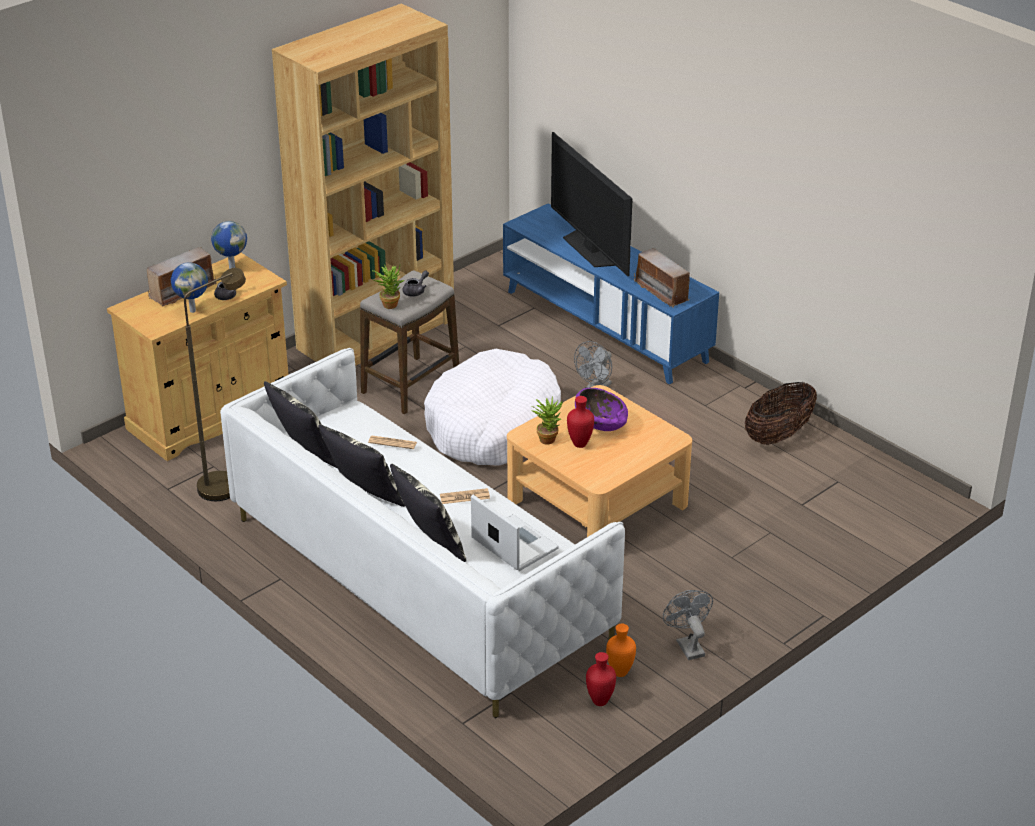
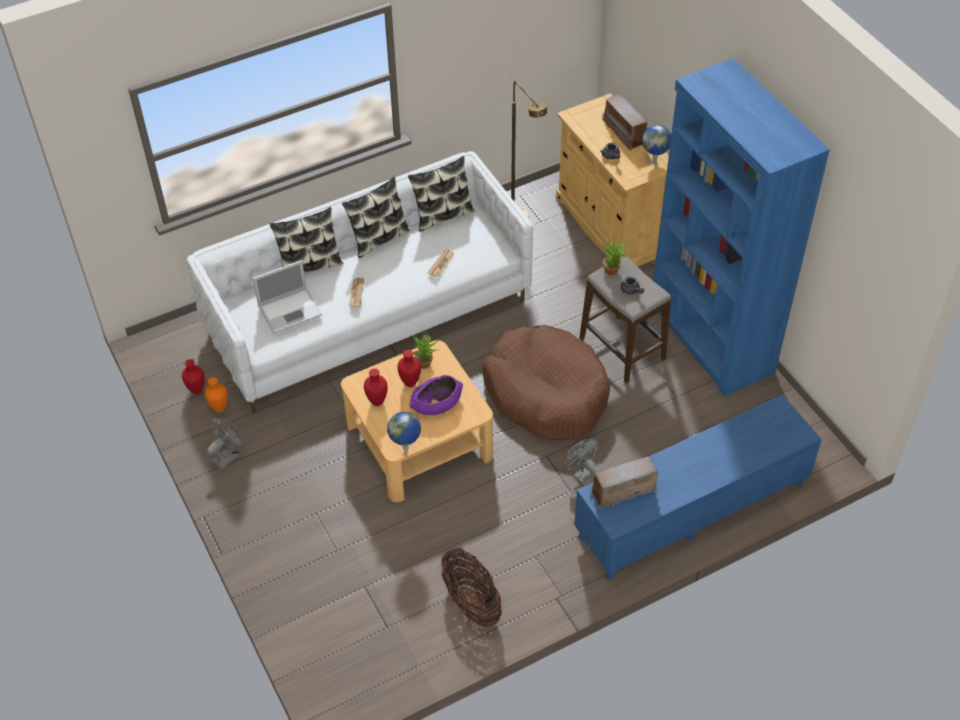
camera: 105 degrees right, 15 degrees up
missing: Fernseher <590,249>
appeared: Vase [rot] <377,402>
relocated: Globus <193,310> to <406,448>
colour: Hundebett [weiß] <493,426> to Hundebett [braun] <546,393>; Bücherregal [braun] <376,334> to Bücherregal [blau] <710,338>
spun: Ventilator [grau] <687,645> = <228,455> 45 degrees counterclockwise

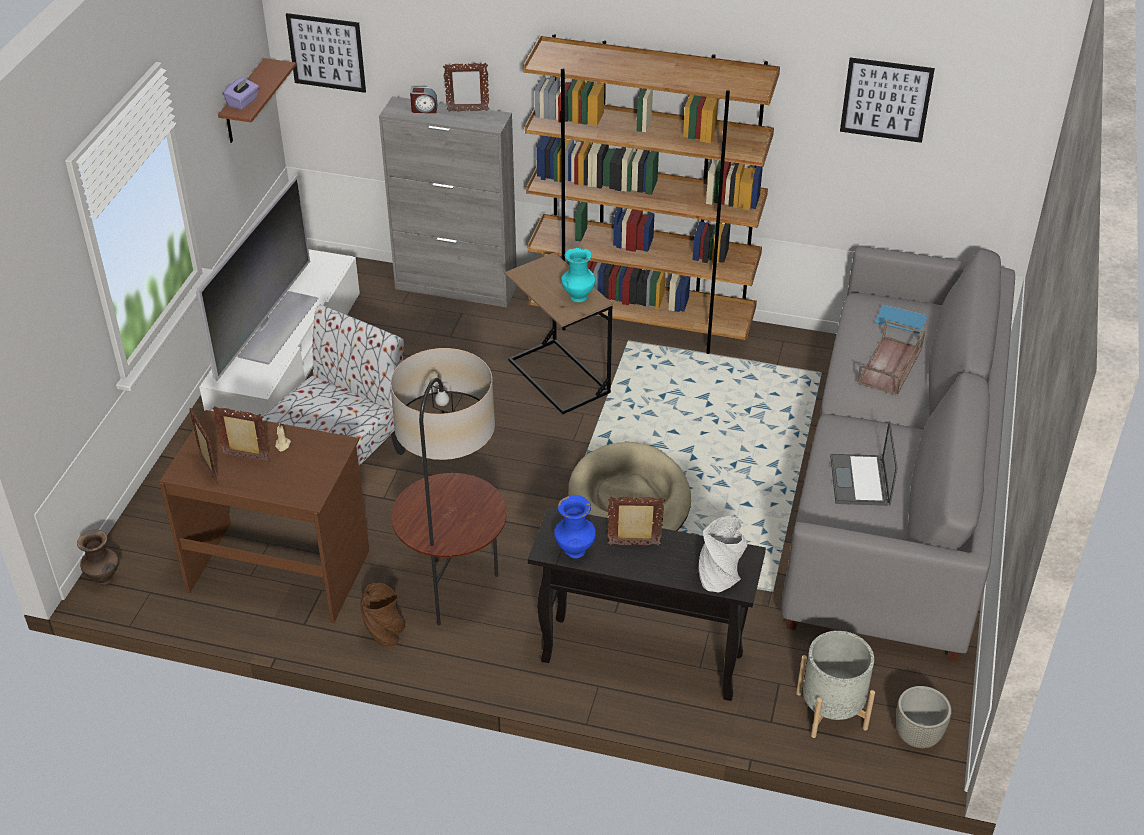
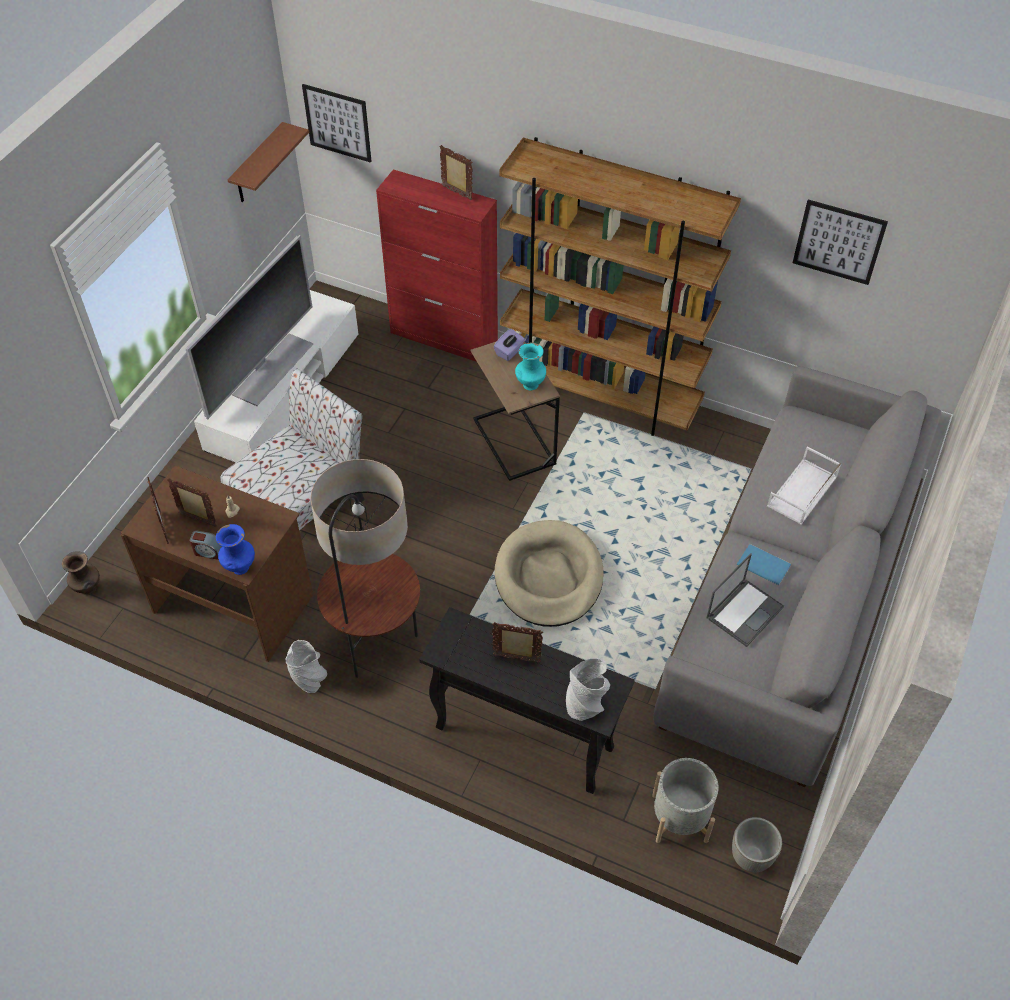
camera: 10 degrees right, 10 degrees up
relocated: Wecker <424,109> to <208,551>; Vase [blau] <575,551> to <240,568>; Taschentuchbox [lila] <243,102> to <509,352>; Buch [blau] <899,319> to <763,564>
colour: Vase [braun] <385,634> to Vase [grau] <309,680>; Schrank [grau] <456,287> to Schrank [rot] <444,338>; Tablett [braun] <890,366> to Tablett [weiß] <802,492>
spun: Bilderrahmen <467,111> = <457,193> 150 degrees counterclockwise; Laptop <860,481> = <745,611> 150 degrees counterclockwise

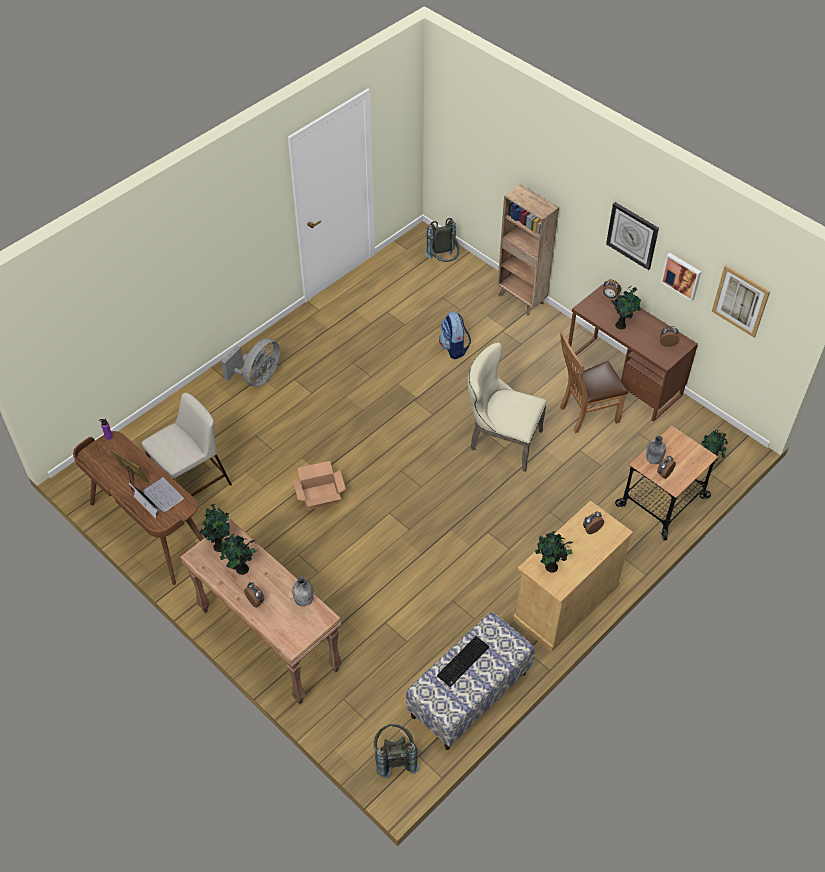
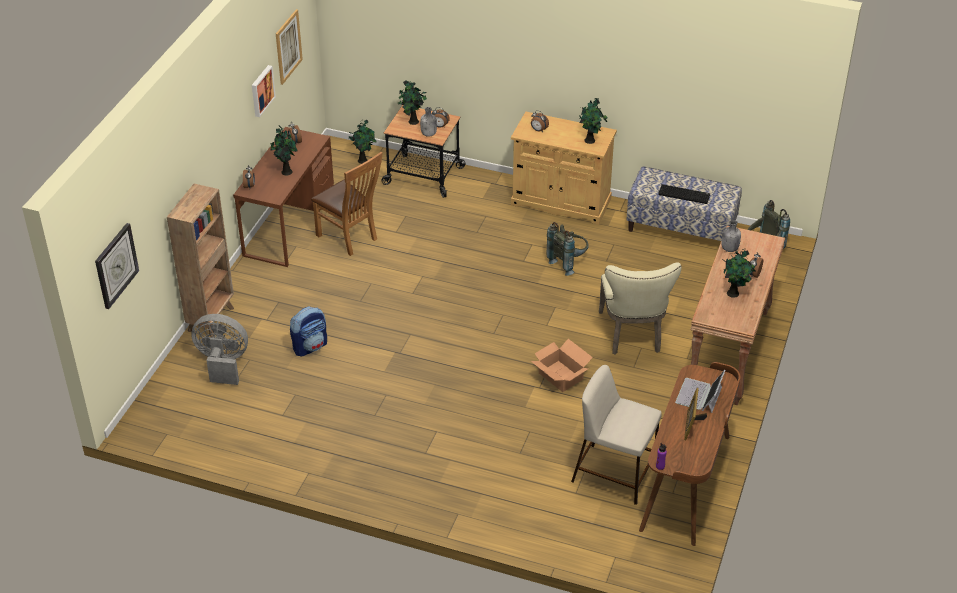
camera: 115 degrees left, 10 degrees down
relocated: Wanduhr <632,235> to <116,265>; Ventilator [grau] <257,377> to <223,363>; Topfpflanze <219,545> to <413,122>; Rucksack [grau] <443,261> to <568,262>; Stuhl [beige] <501,440> to <632,335>

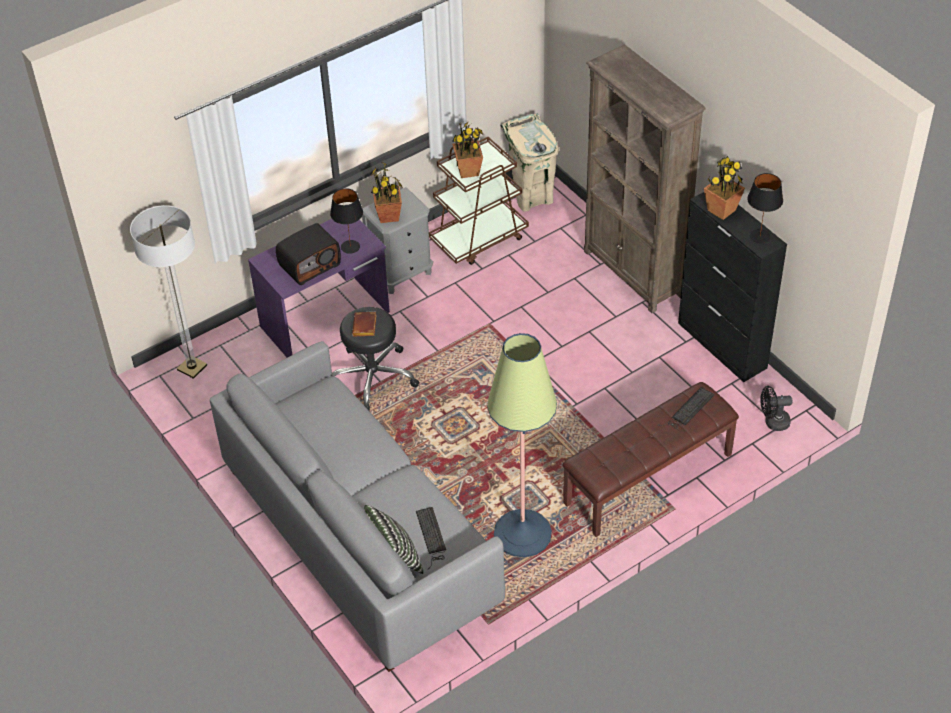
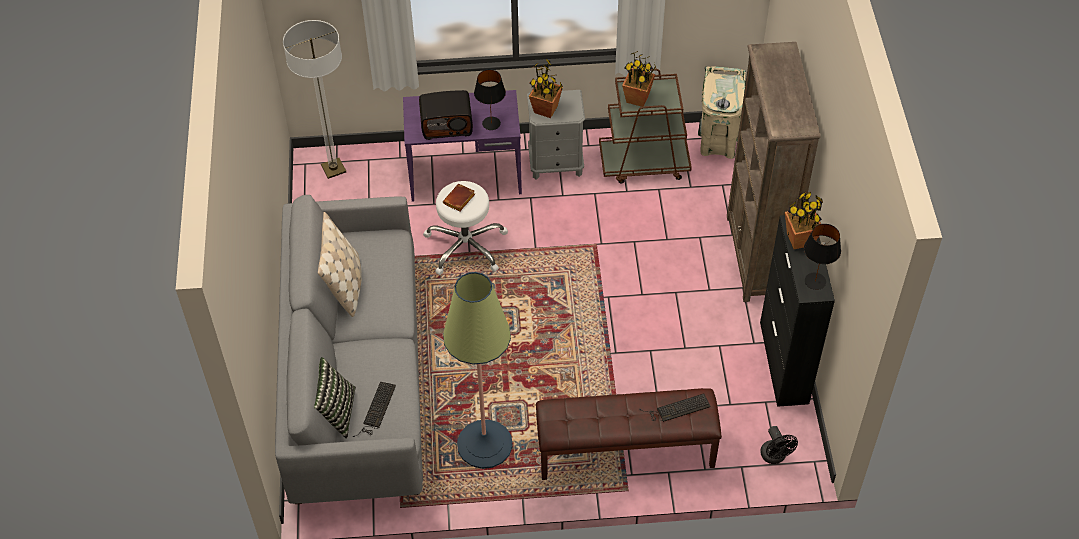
camera: 30 degrees right, 5 degrees up
appeared: Kissen [beige] <345,286>
colour: Hocker [schwarz] <372,377> to Hocker [weiß] <466,245>
spun: Ventilator [schwarz] <773,422> = <775,457> 135 degrees counterclockwise

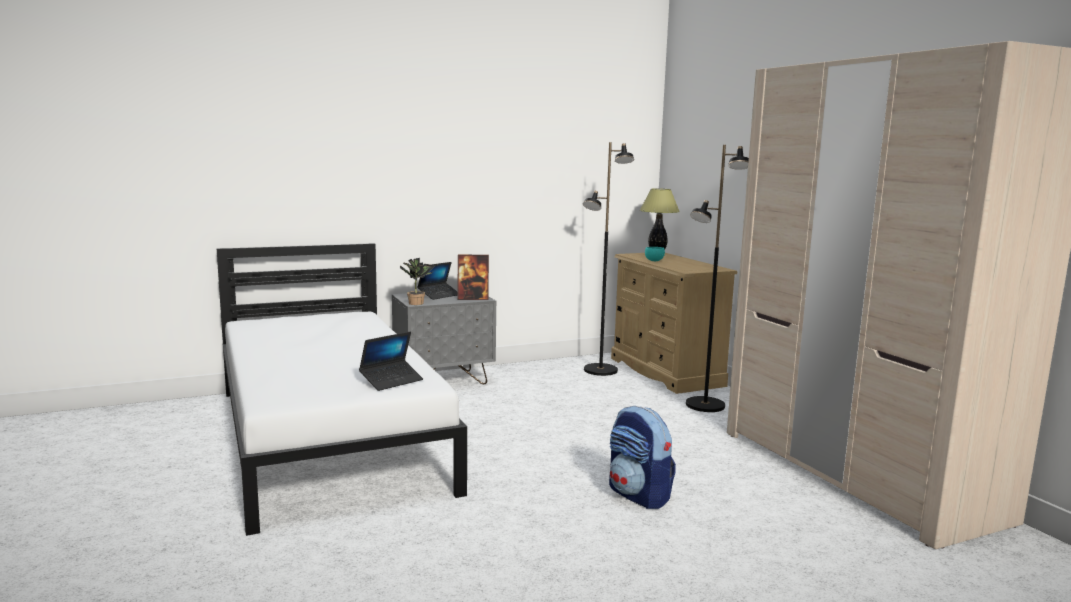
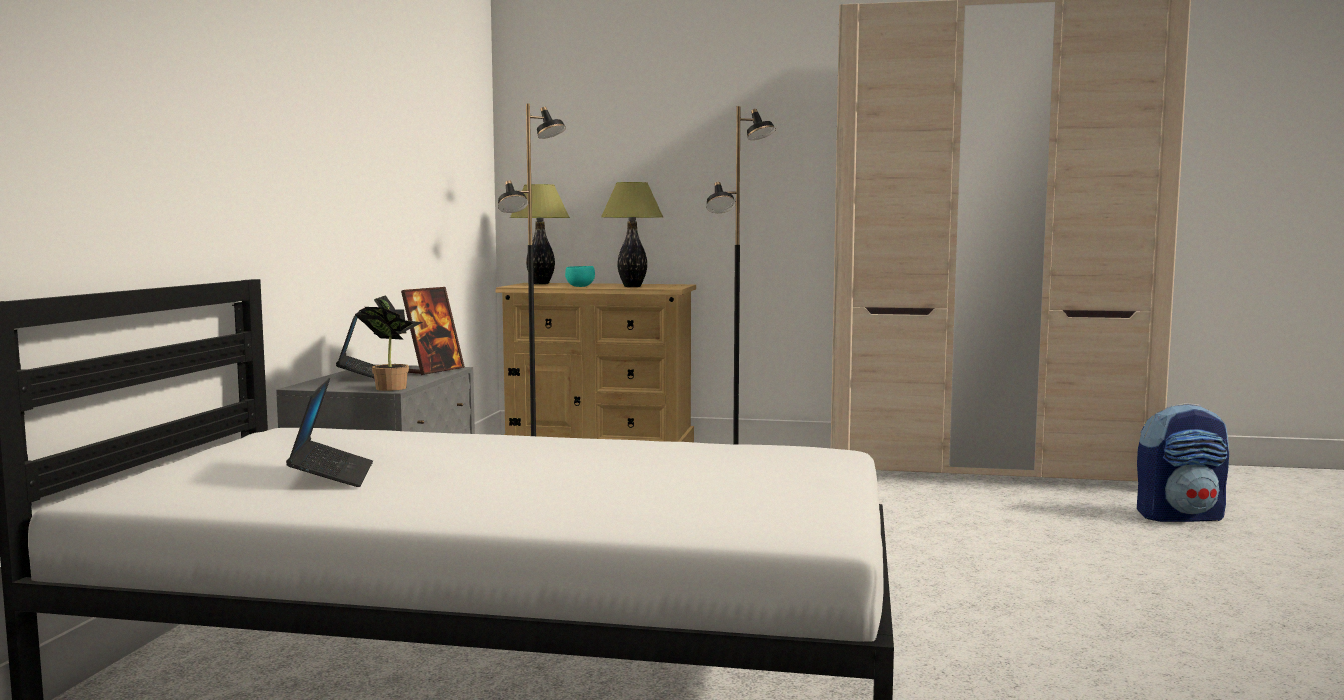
camera: 55 degrees left, 5 degrees down
appeared: Tischlampe <632,286>
relocated: Laptop <391,381> to <332,475>; Rucksack <639,495> to <1180,516>

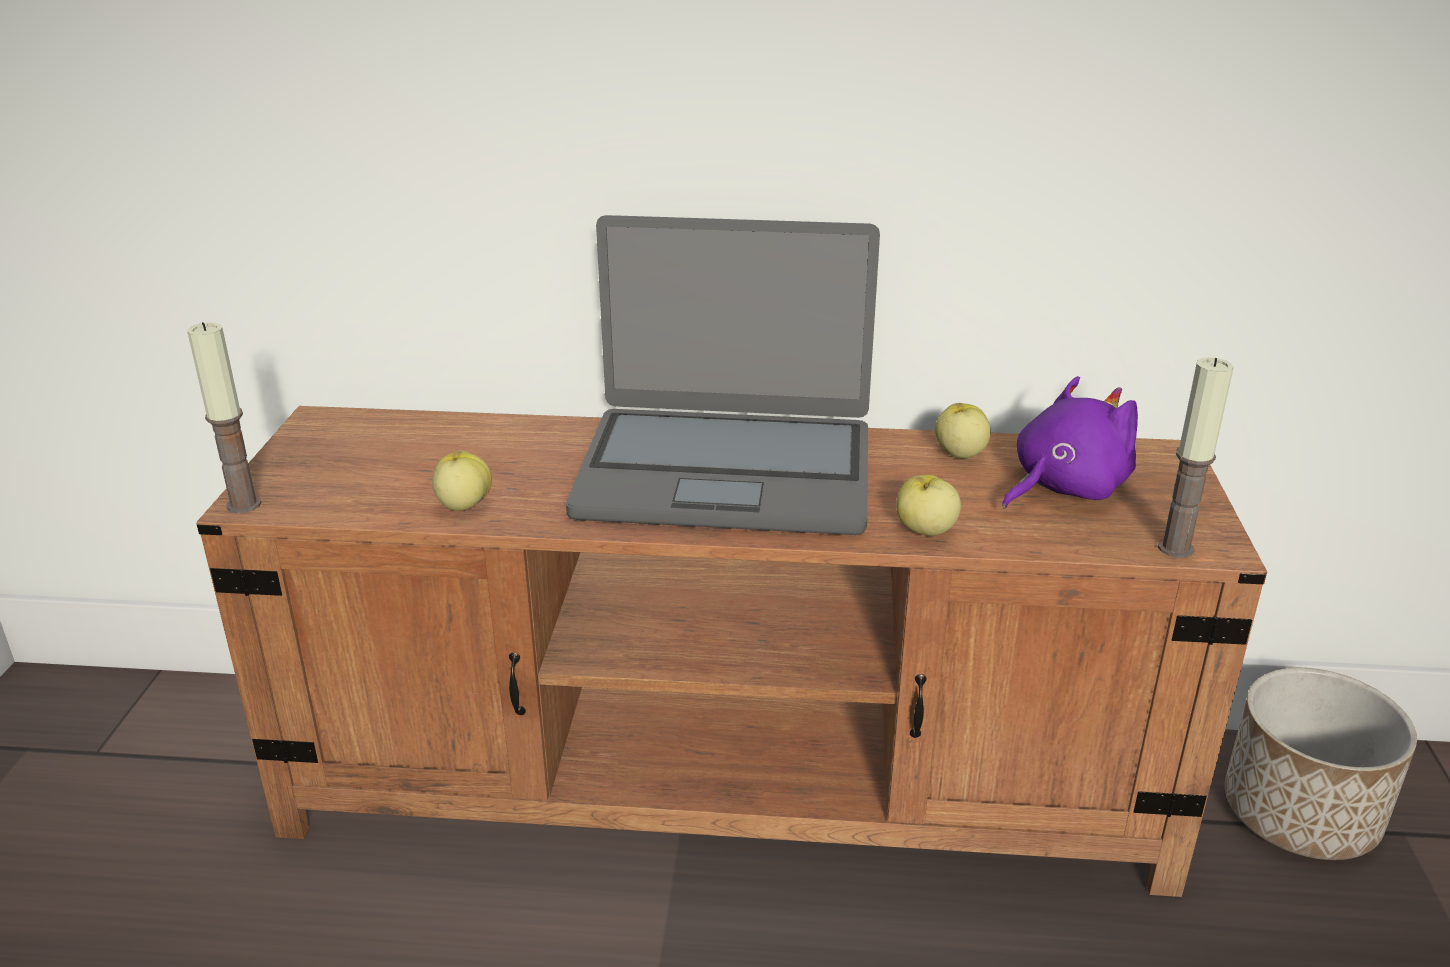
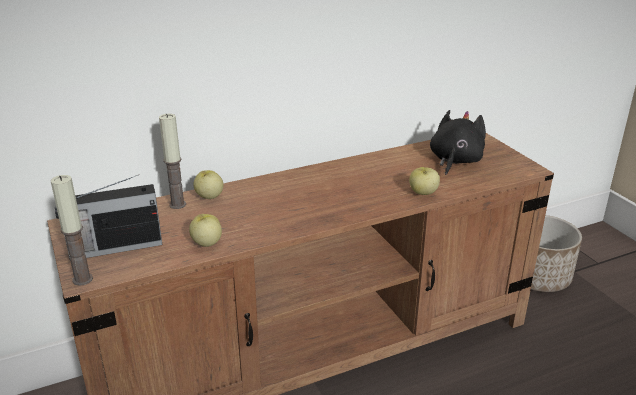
camera: 30 degrees left, 0 degrees up
missing: Laptop <726,471>
appeared: Radio <114,247>
relocated: Kerze <1175,548> to <177,204>; Apfel <960,454> to <209,197>
colour: Plüschtier [lila] <1064,488> to Plüschtier [schwarz] <455,161>

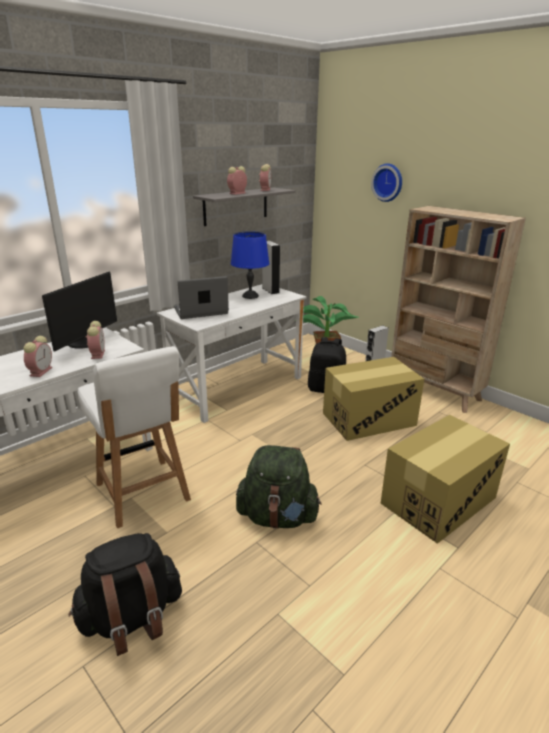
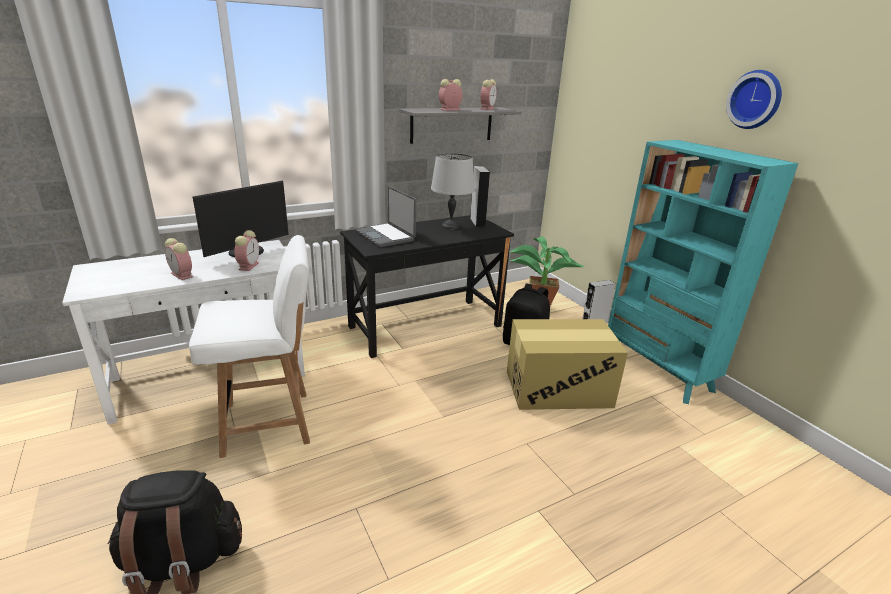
camera: 15 degrees right, 0 degrees up
missing: Rucksack [grün] <277,517>; Karton <438,500>
relocated: Wanduhr <388,182> to <755,99>
colour: Schreibtisch [weiß] <237,388> to Schreibtisch [schwarz] <425,326>; Tischlampe [blau] <250,296> to Tischlampe [grau] <451,226>; Bücherregal [beige] <434,391> to Bücherregal [türkis] <657,369>
spun: Wecker <41,371> = <183,275> 105 degrees clockwise; Stuhl [weiß] <143,493> = <270,423> 90 degrees counterclockwise; Laptop <201,311> = <386,236> 120 degrees counterclockwise

